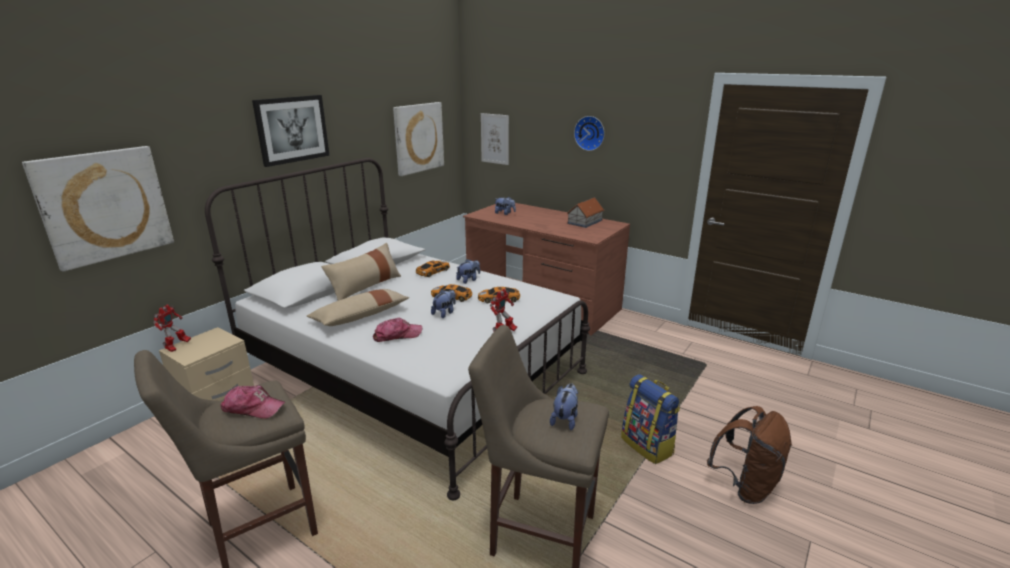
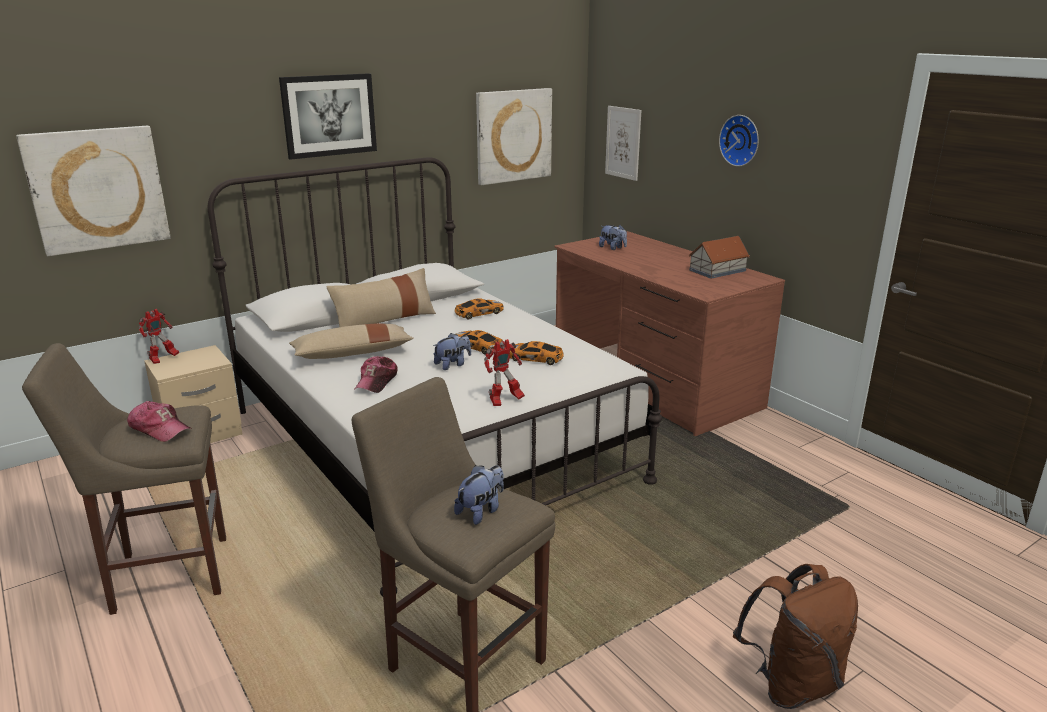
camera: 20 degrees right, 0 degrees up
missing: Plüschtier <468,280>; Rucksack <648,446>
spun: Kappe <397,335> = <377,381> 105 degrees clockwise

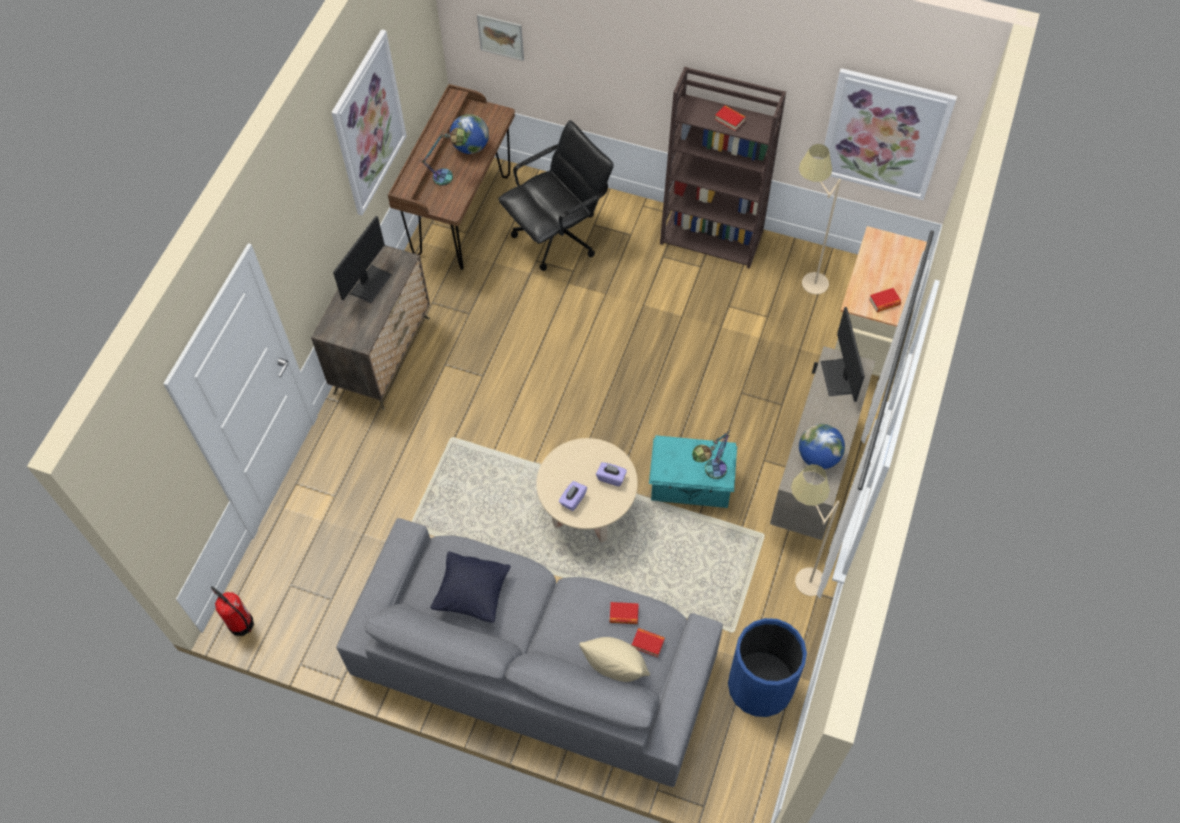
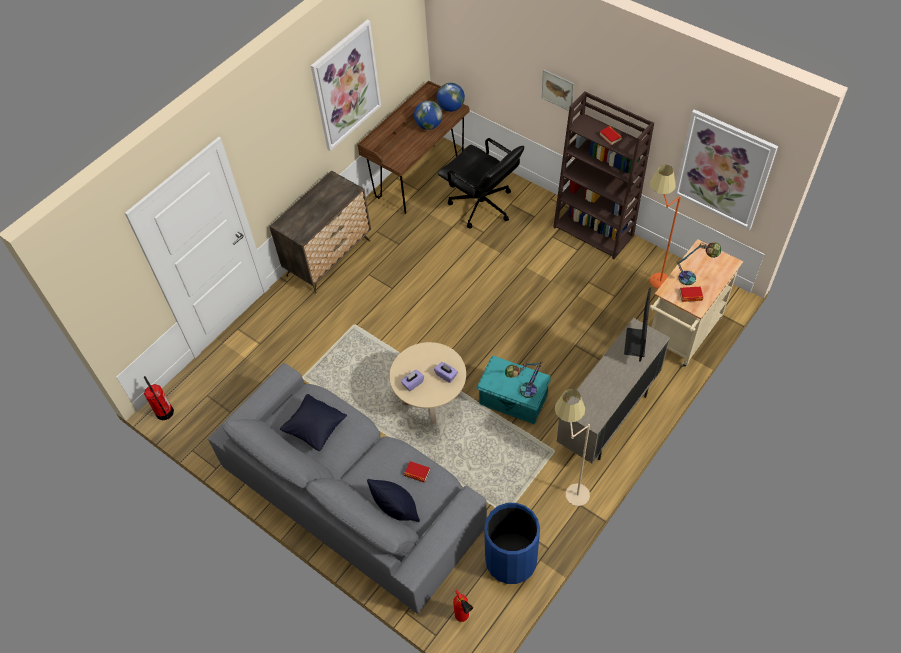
camera: 20 degrees right, 5 degrees down
missing: Monitor <370,283>; Buch <648,643>
appeared: Feuerlöscher <463,618>
relocated: Globus <818,457> to <451,108>; Bild <501,36> to <558,90>; Tischlampe <449,177> to <692,279>
colour: Kissen [beige] <615,668> to Kissen [schwarz] <396,509>; Stehlampe [beige] <802,281> to Stehlampe [orange] <651,277>
spun: Bürostuhl [schwarz] <558,236> = <482,206> 60 degrees clockwise

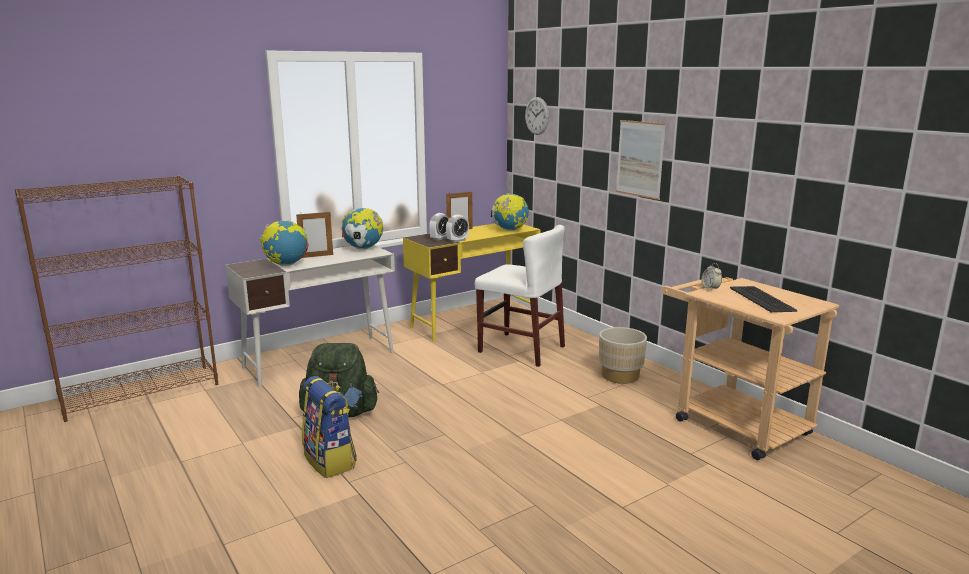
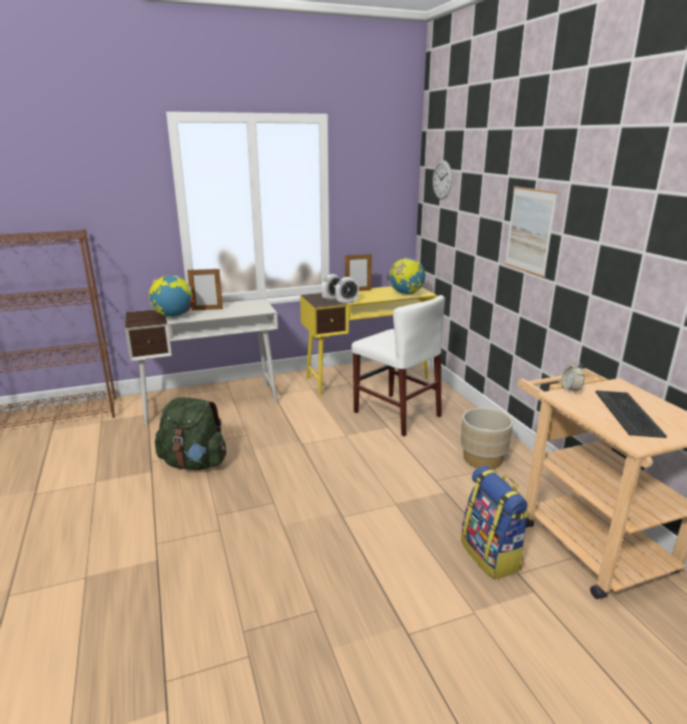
camera: 15 degrees right, 5 degrees up
missing: Globus <363,249>
relocated: Rucksack <331,461> to <491,555>

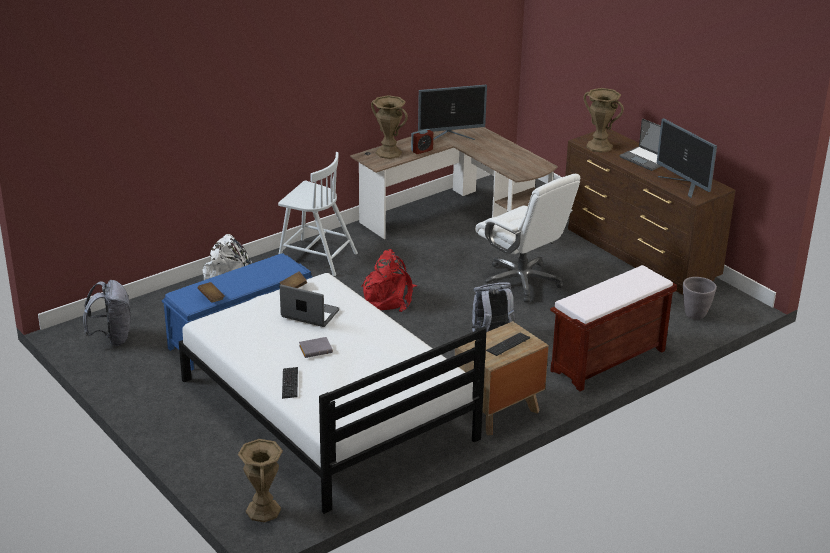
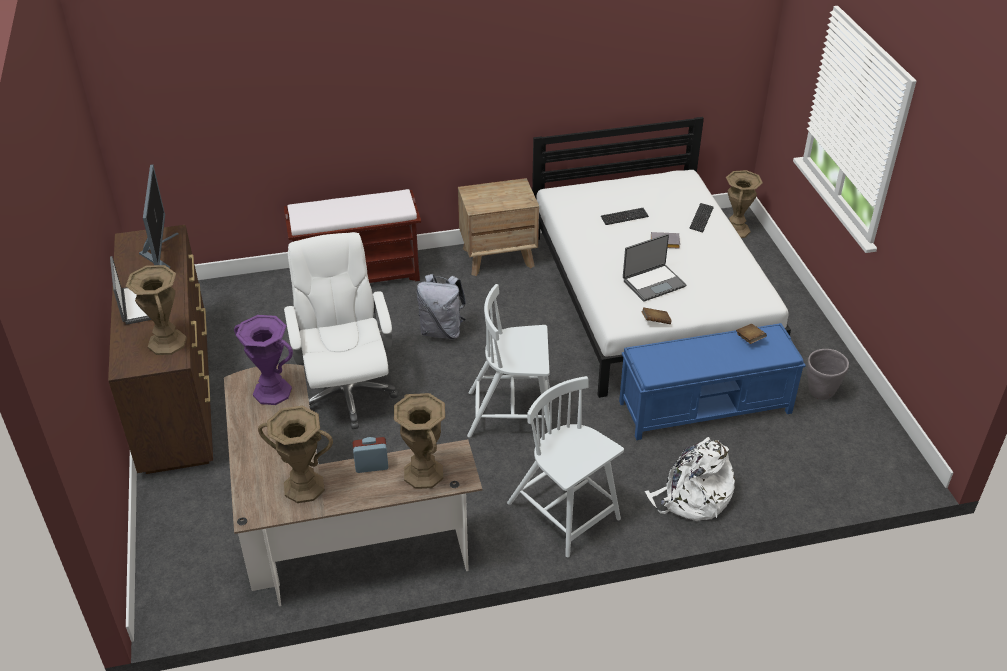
camera: 155 degrees left, 10 degrees up
missing: Rucksack [grau] <112,338>
appeared: Vase [lila] <272,392>
relocated: Tastatur <508,345> to <624,217>; Pflanzkübel [grau] <695,314> to <820,392>
exchanged: Monitor <450,137> to Vase [braun] <304,487>; Rucksack [rot] <389,298> to Stuhl [weiß] <512,414>
spun: Laptop <309,314> = <653,283> 75 degrees counterclockwise

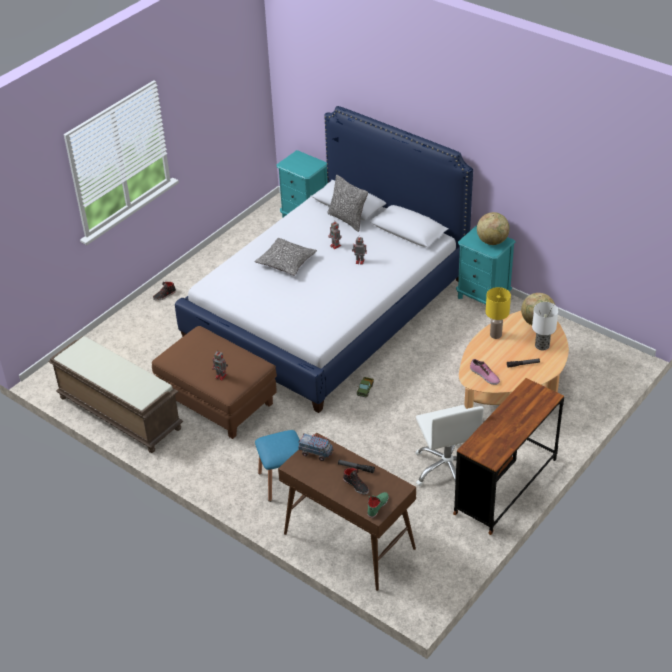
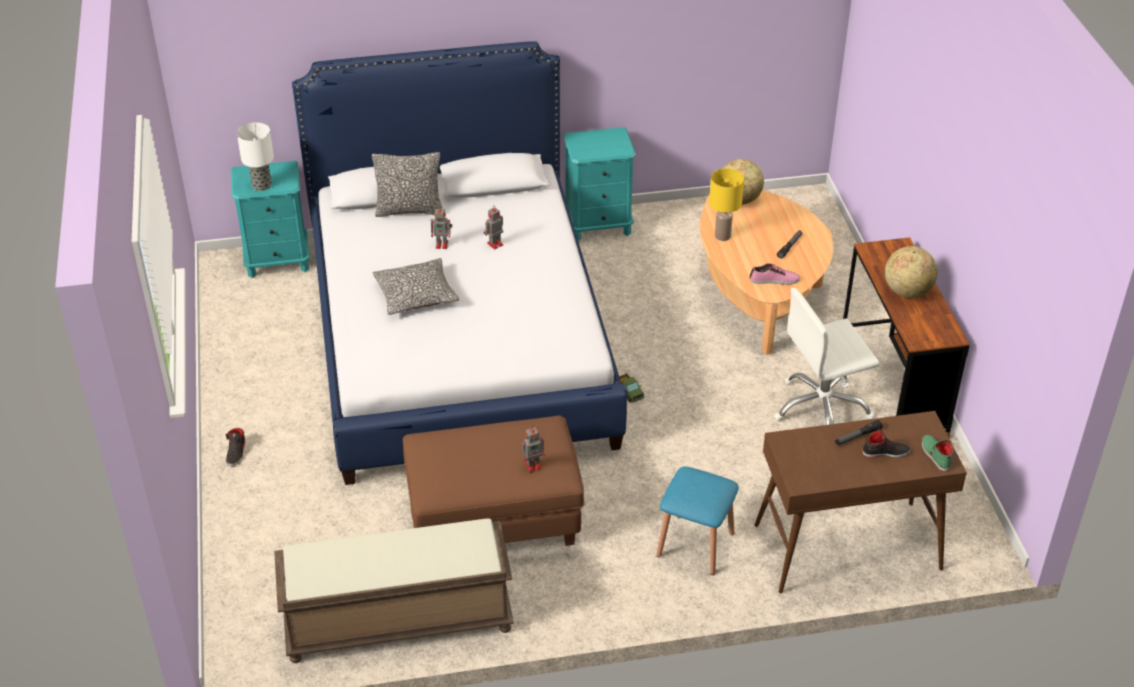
camera: 50 degrees left, 0 degrees up
missing: Spielzeuglaster <316,453>
relocated: Tischlampe <542,346> to <262,185>; Globus <492,241> to <907,291>
spun: Bürostuhl [weiß] <447,469> = <821,408> 135 degrees clockwise

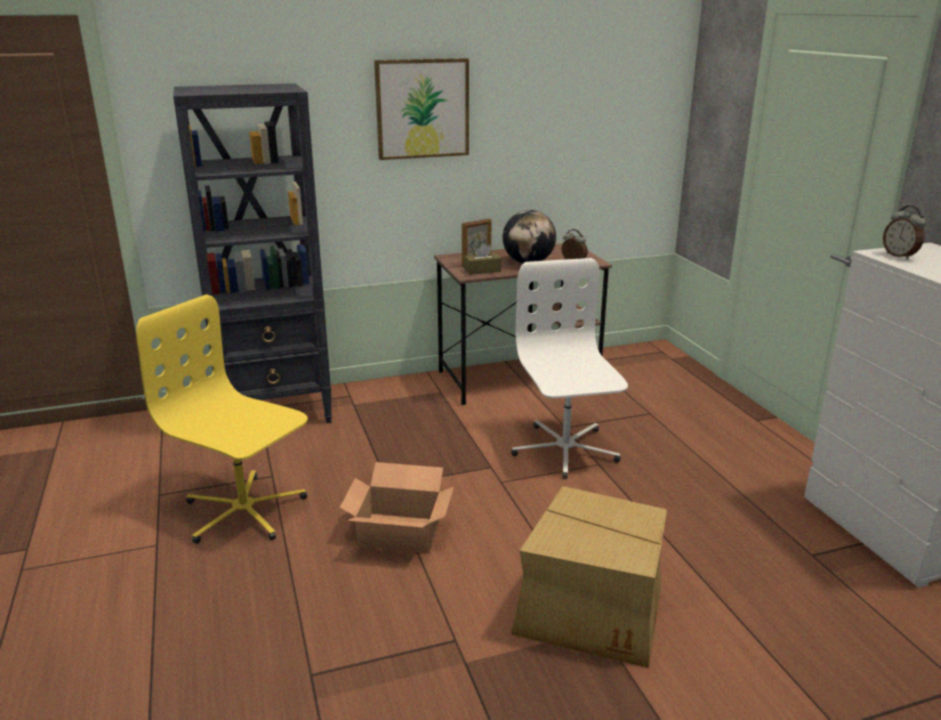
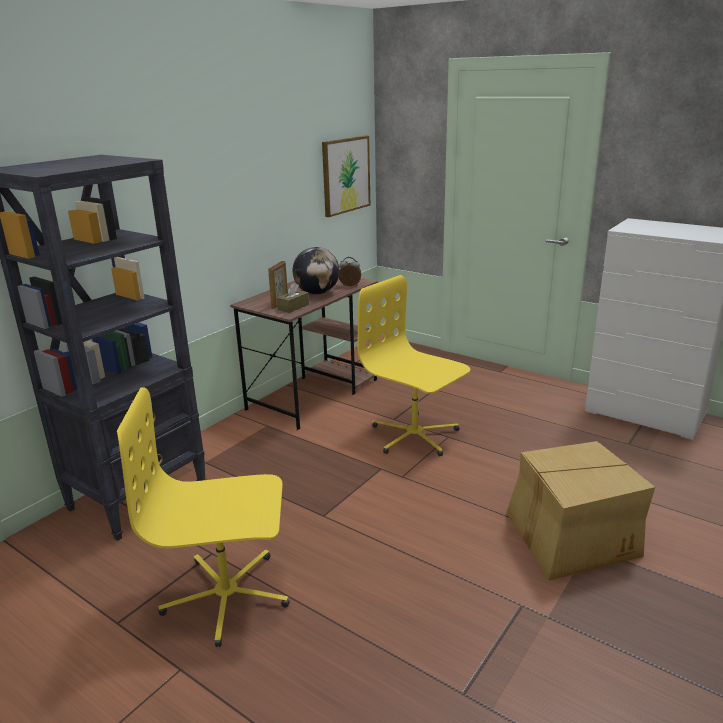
camera: 35 degrees left, 0 degrees up
missing: Karton <398,532>; Wecker <899,256>
relocated: Bild <422,109> to <345,175>
colour: Bürostuhl [weiß] <564,450> to Bürostuhl [gelb] <414,436>

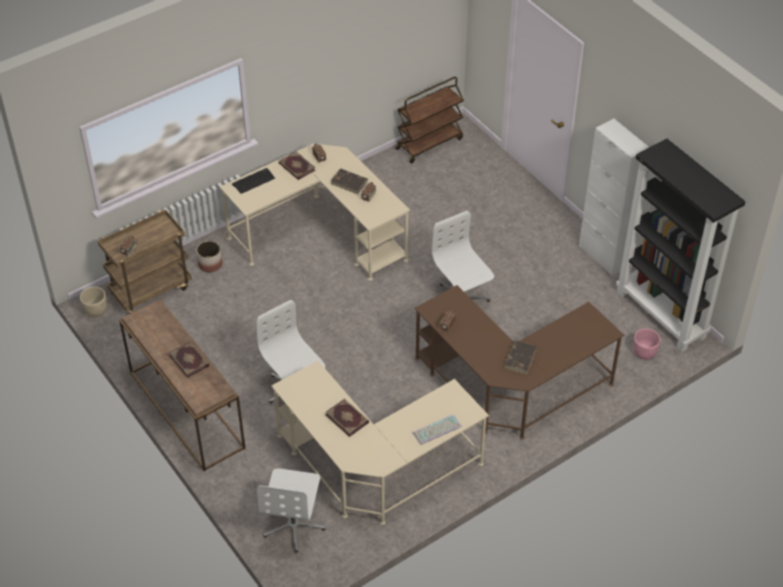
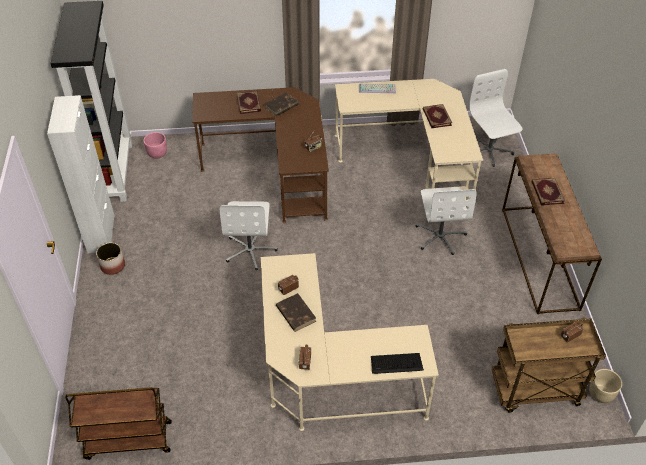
camera: 150 degrees left, 0 degrees up
relocated: Pflanzkübel <210,264> to <113,265>; Buch <296,167> to <249,103>
spun: Bürostuhl [weiß] <294,525> = <489,150> 60 degrees counterclockwise

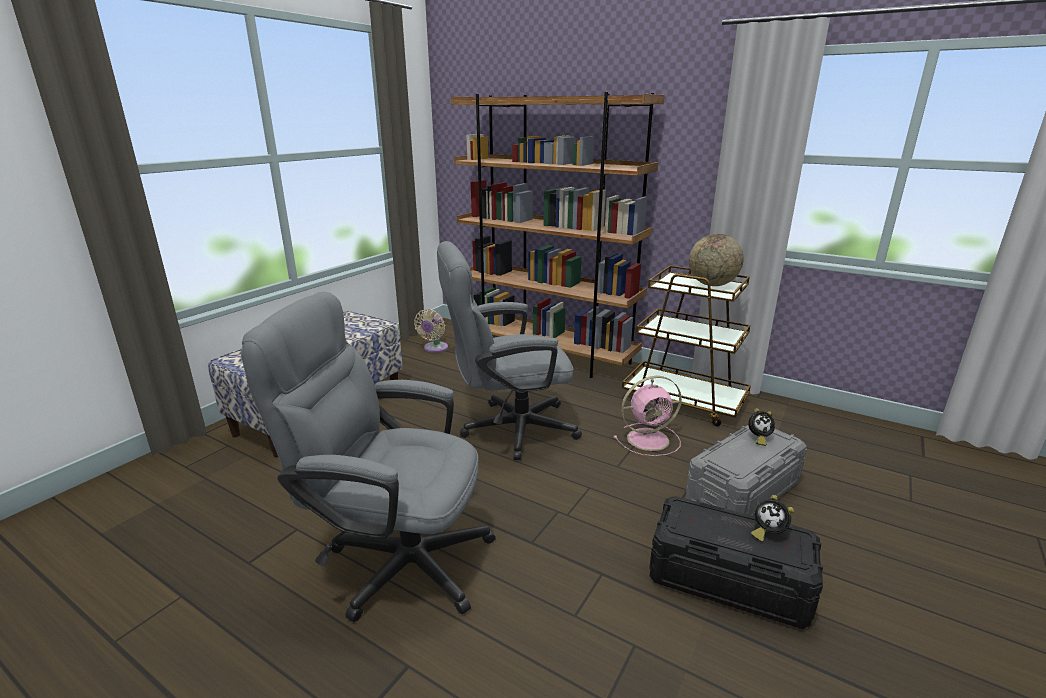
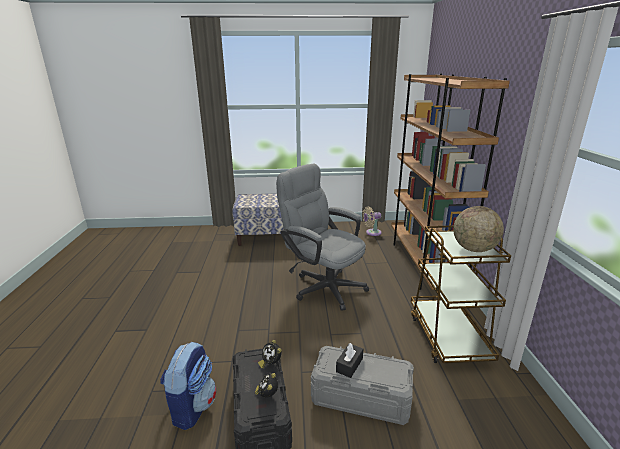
camera: 55 degrees right, 0 degrees up
missing: Bürostuhl [grau] <395,559>; Ventilator [rosa] <649,439>
appeared: Rucksack <192,407>; Taschentuchbox [schwarz] <349,365>
relocated: Wecker <758,438> to <271,363>

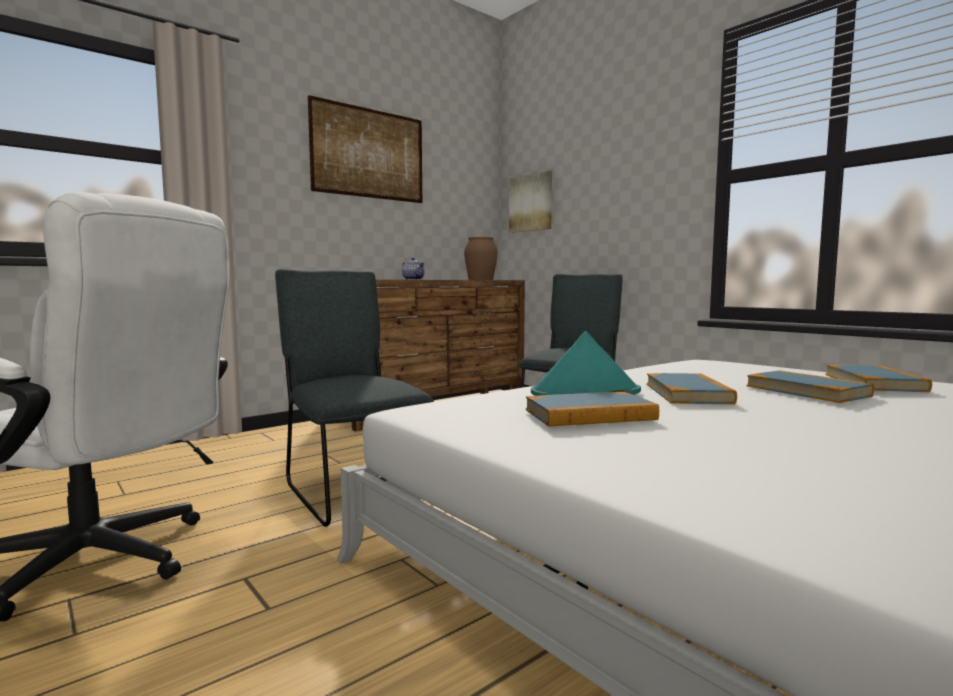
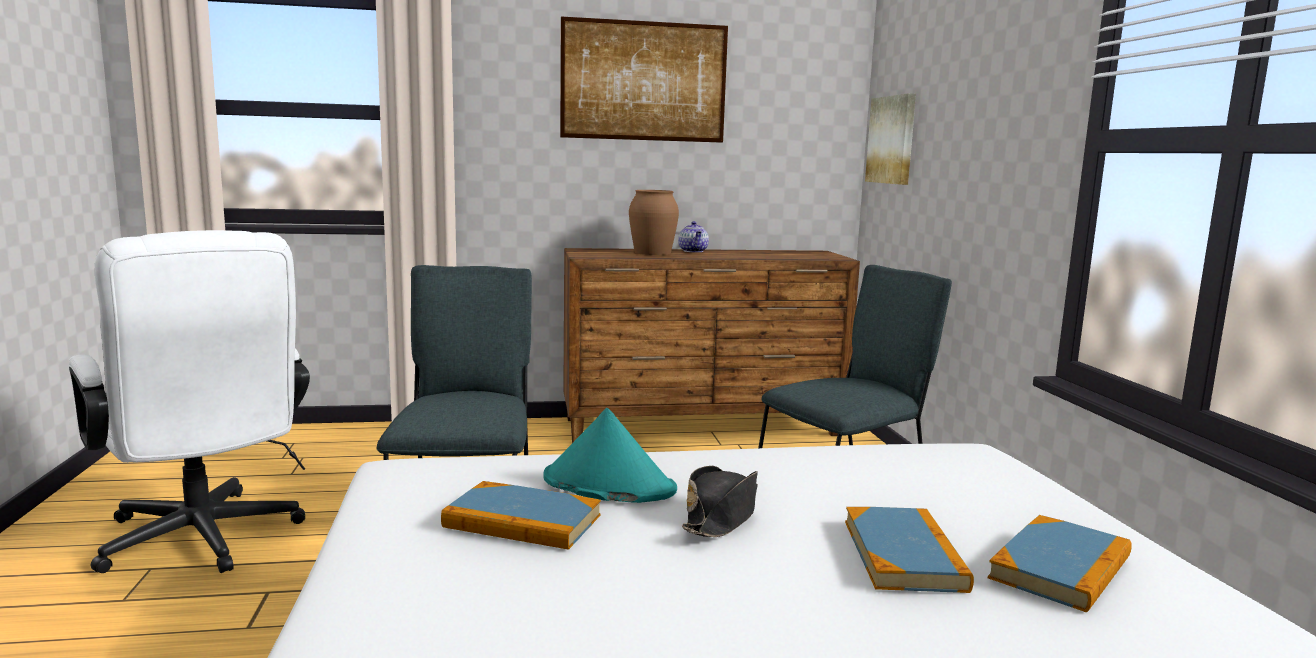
camera: 30 degrees right, 5 degrees up
relocated: Vase [braun] <480,279> to <652,252>
exchanged: Buch <687,393> to Hut [schwarz] <722,516>

